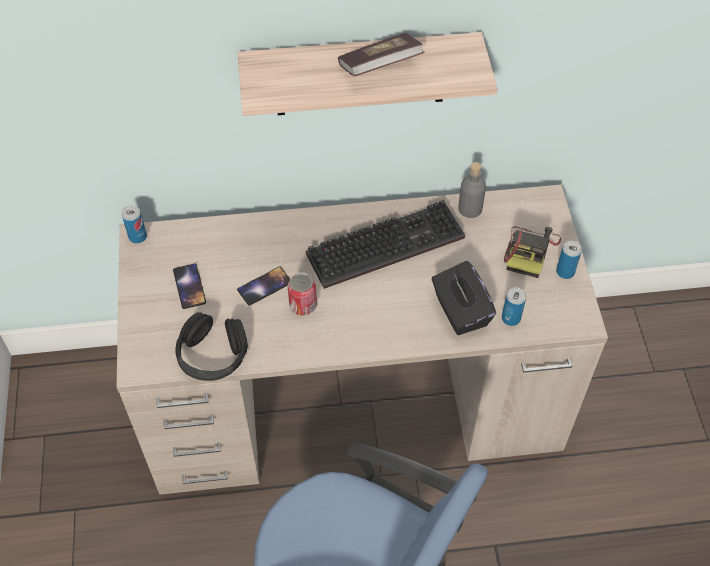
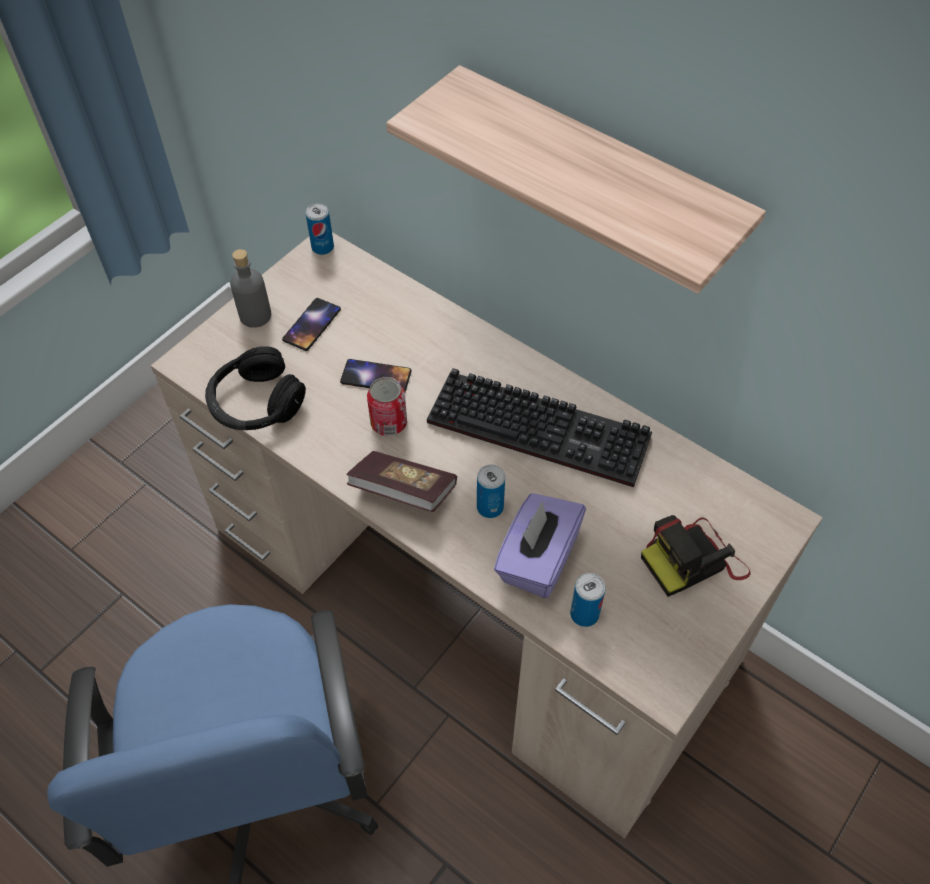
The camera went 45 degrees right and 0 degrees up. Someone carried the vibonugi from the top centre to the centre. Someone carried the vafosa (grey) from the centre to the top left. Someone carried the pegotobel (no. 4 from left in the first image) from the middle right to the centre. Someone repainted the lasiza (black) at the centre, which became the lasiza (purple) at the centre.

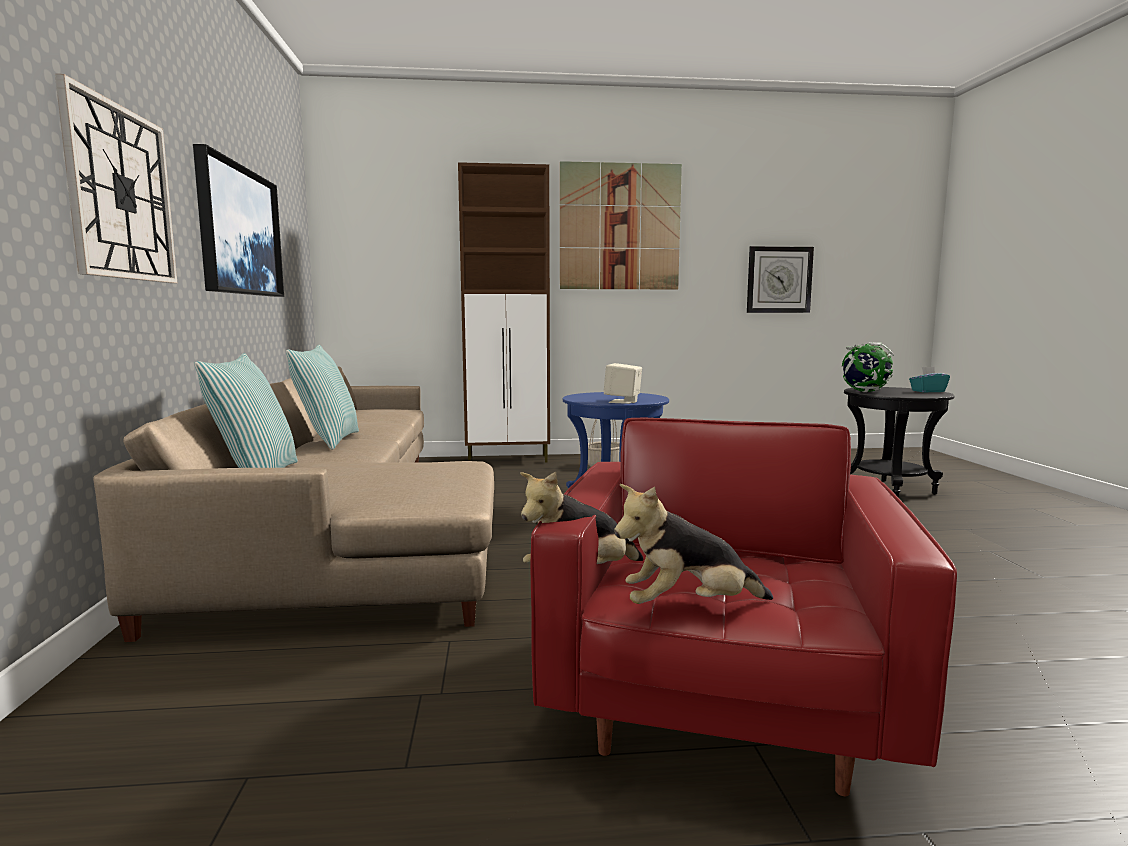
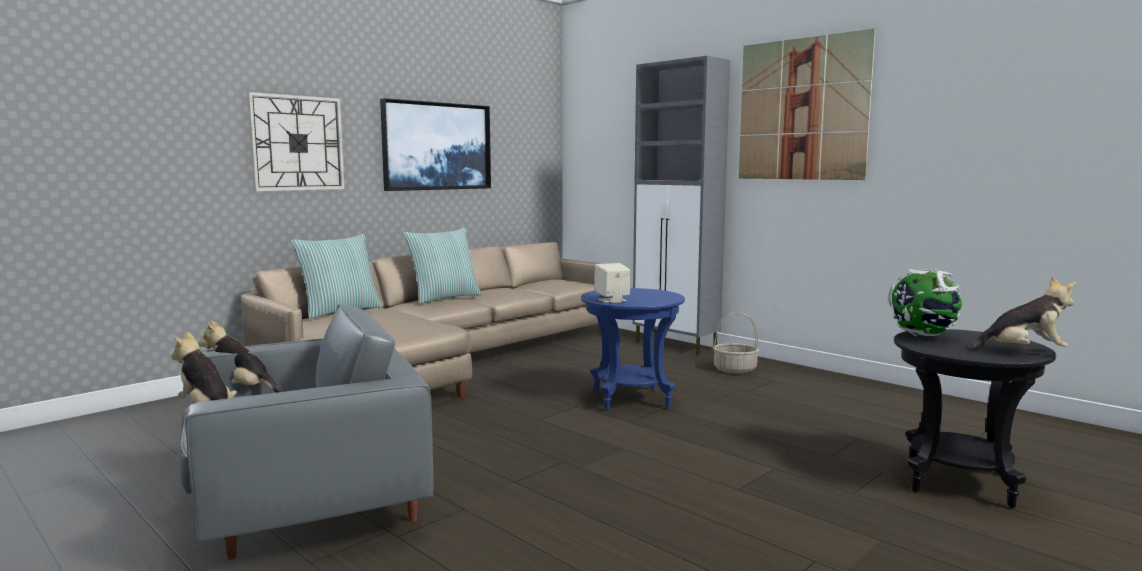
The camera went 50 degrees right and 0 degrees up. Someone repainted the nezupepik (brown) at the centre, which became the nezupepik (grey) at the centre. Someone took away the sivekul (no. 2 from left) at the top right. Someone swapped the lasiza (turquoise) at the middle right for the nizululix (no. 3 from left) at the middle right. Someone repainted the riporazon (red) at the bottom centre, which became the riporazon (grey) at the bottom left.

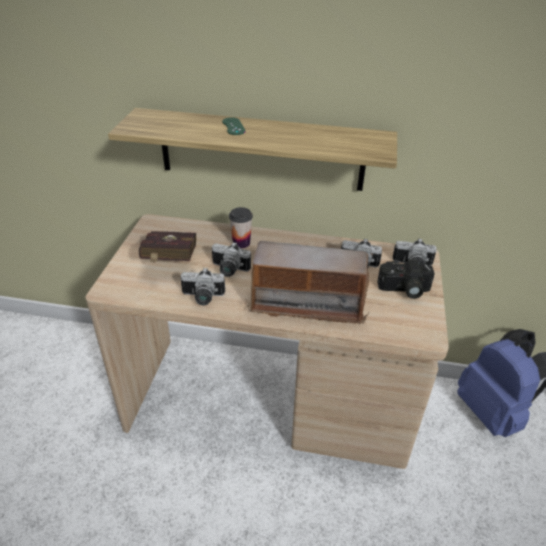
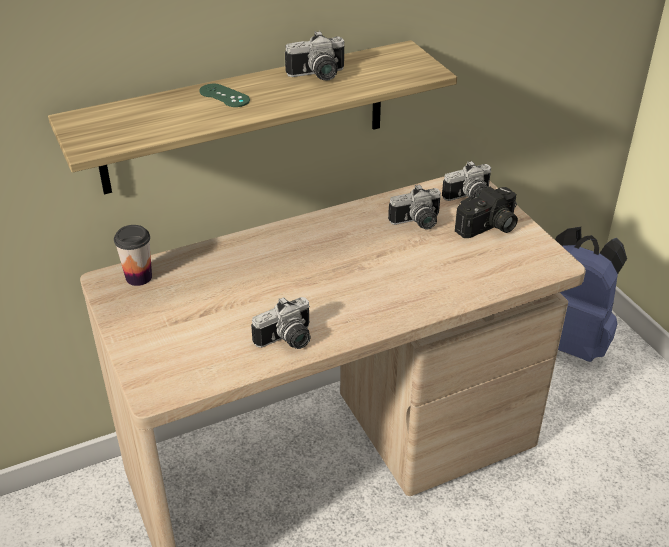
The camera went 35 degrees left and 0 degrees up. Someone carried the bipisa from the centre to the middle left. Someone took away the vibonugi (red) at the middle left. Someone took away the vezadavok at the centre. Someone carried the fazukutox (no. 2 from left) from the centre to the top centre.

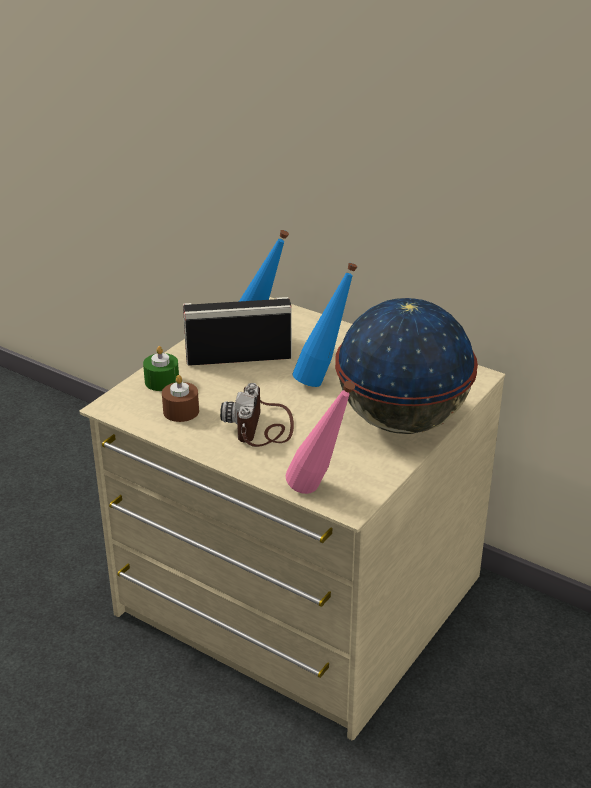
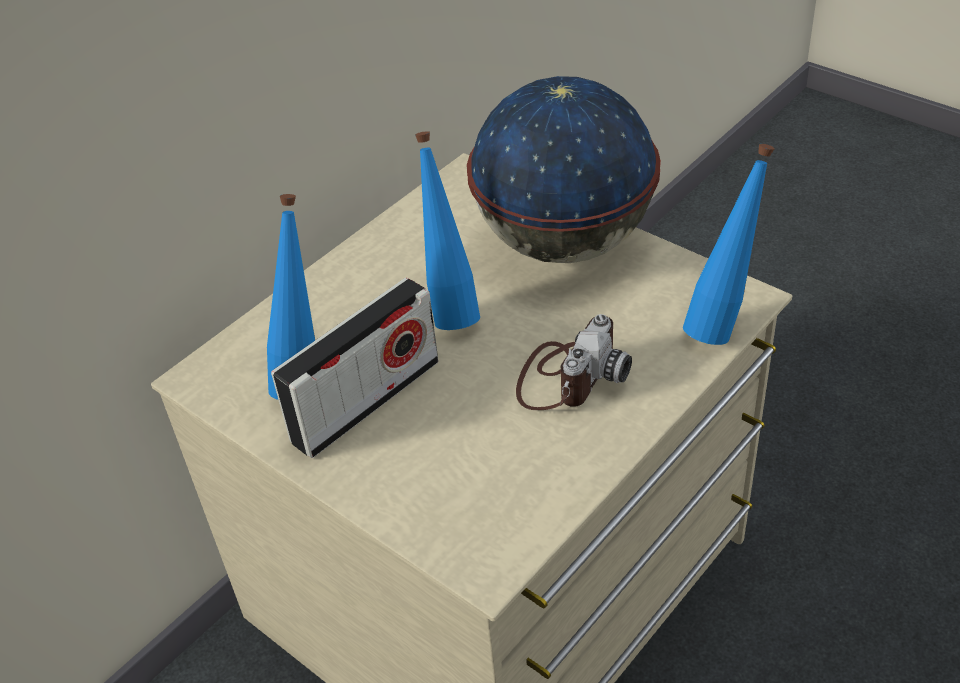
The camera went 80 degrees left and 10 degrees up. Someone rotated the vezadavok at the centre by 135 degrees counterclockwise. Someone took away the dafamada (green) at the middle left. Someone took away the dafamada (brown) at the middle left. Someone repainted the vafosa (pink) at the centre, which became the vafosa (blue) (no. 3 from left) at the middle right. Someone rotated the fazukutox at the centre by 75 degrees counterclockwise.

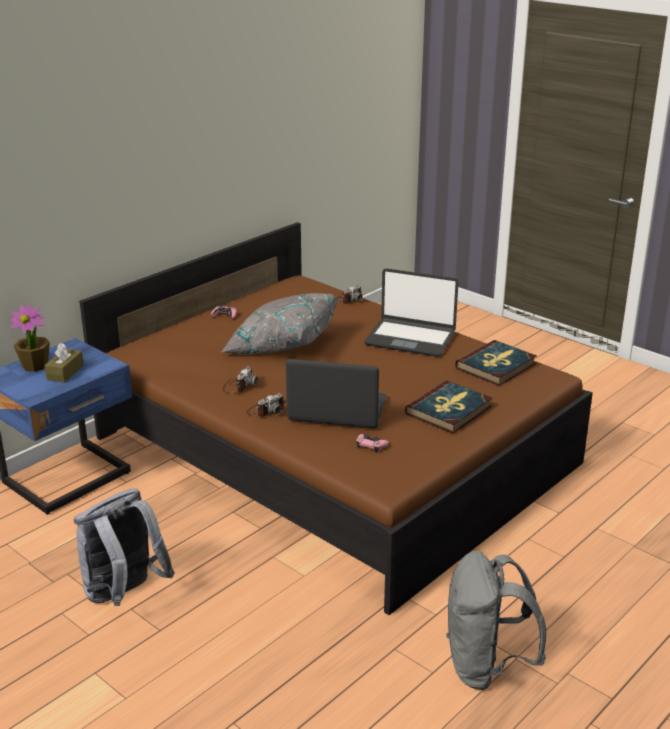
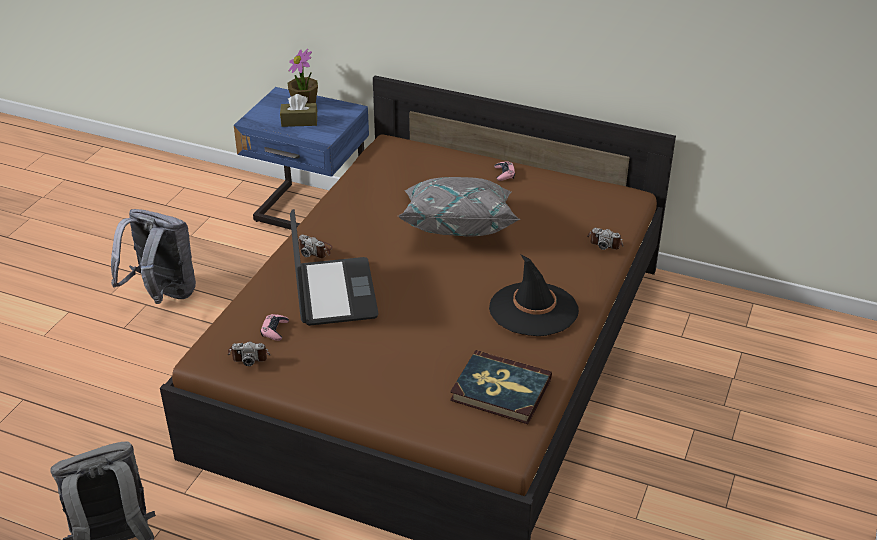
The camera went 70 degrees right and 10 degrees up. Someone swapped the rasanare (no. 2 from left) at the centre for the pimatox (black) at the centre. Someone carried the fazukutox (no. 1 from left) from the centre to the middle left. Someone took away the vibonugi (no. 1 from left) at the middle right.

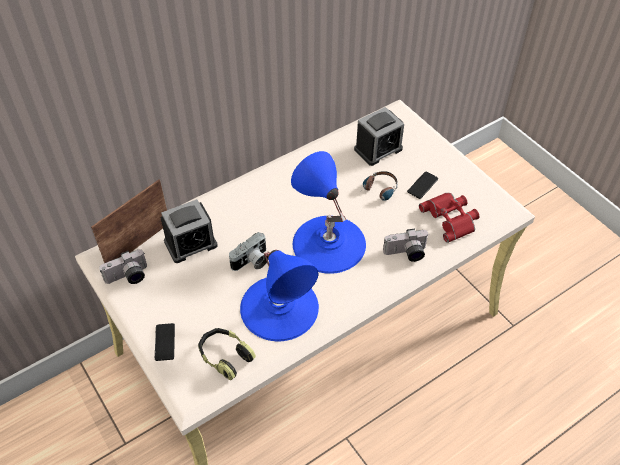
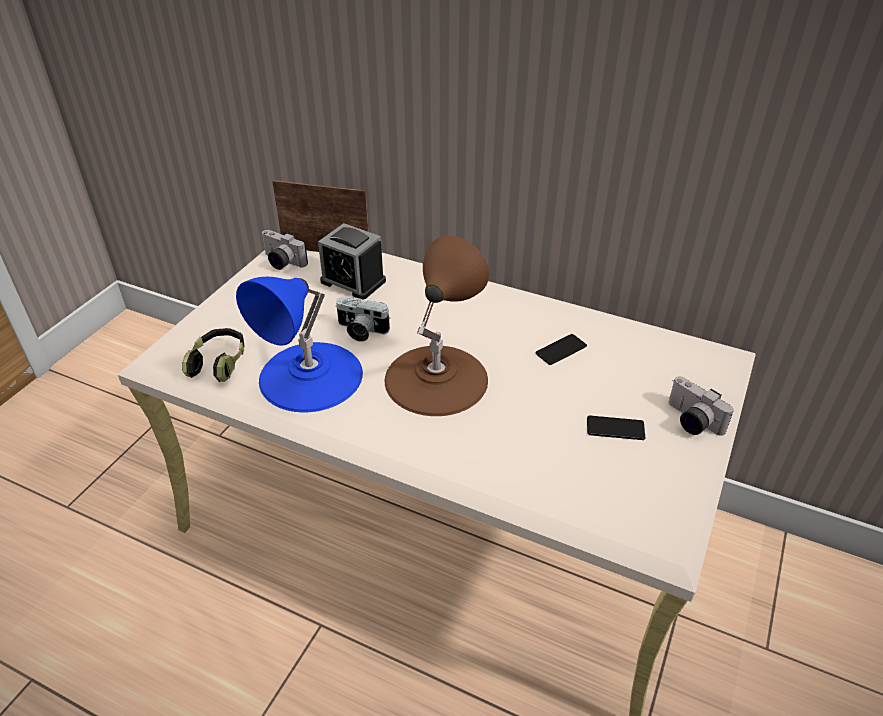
The camera went 60 degrees right and 10 degrees down. Someone took away the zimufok (no. 2 from left) at the top centre. Someone repainted the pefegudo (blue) (no. 2 from left) at the centre, which became the pefegudo (brown) at the centre. Someone took away the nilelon (no. 2 from left) at the centre. Someone took away the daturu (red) at the middle right. Someone carried the fazukutox (no. 3 from left) from the centre to the middle right. Someone carried the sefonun (no. 1 from left) from the bottom left to the centre.

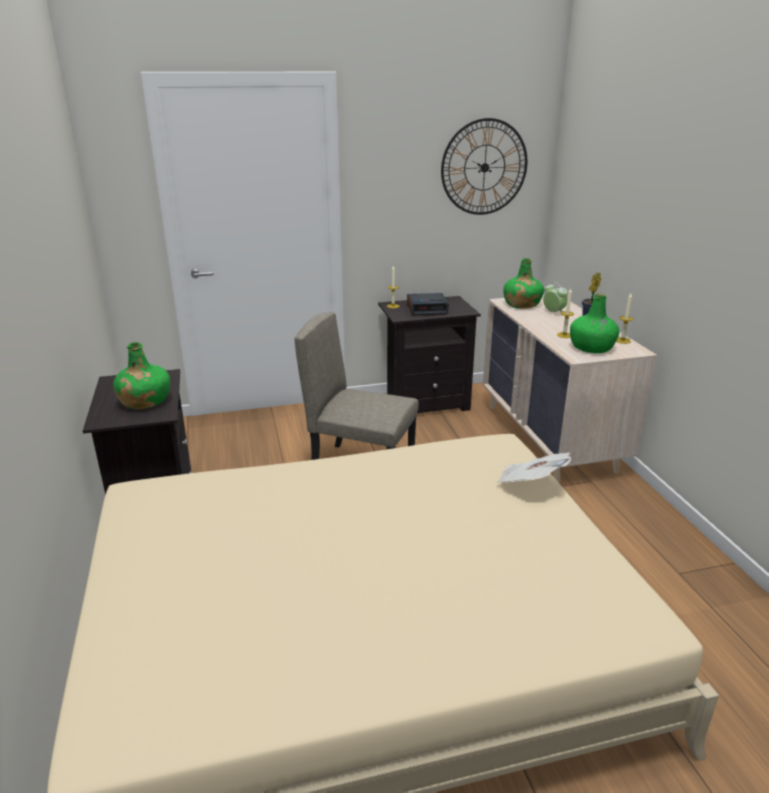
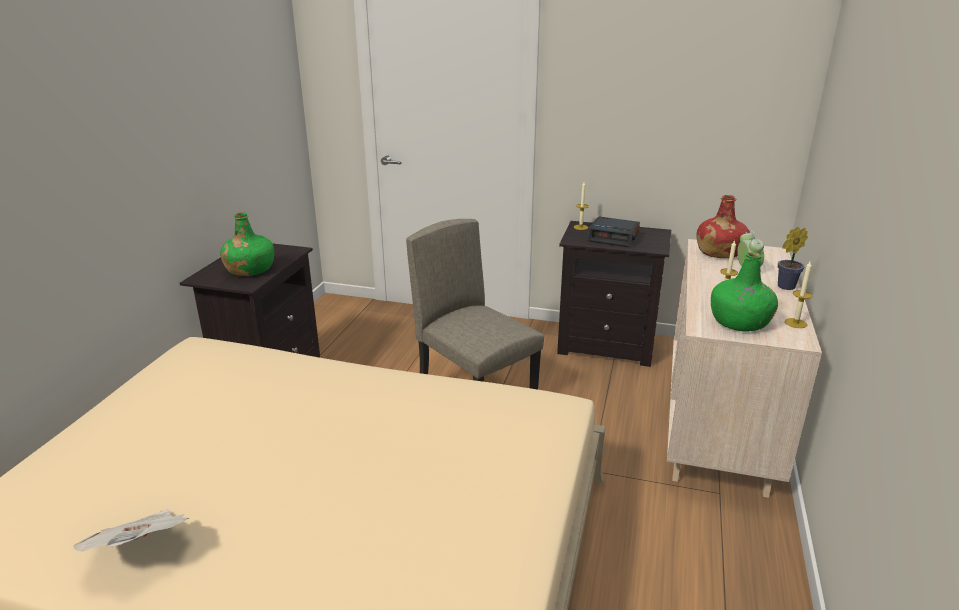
The camera went 30 degrees right and 0 degrees up. Someone took away the sivekul at the top centre. Someone repainted the vafosa (green) (no. 2 from left) at the middle right, which became the vafosa (red) at the middle right. Someone carried the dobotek from the middle right to the bottom left.

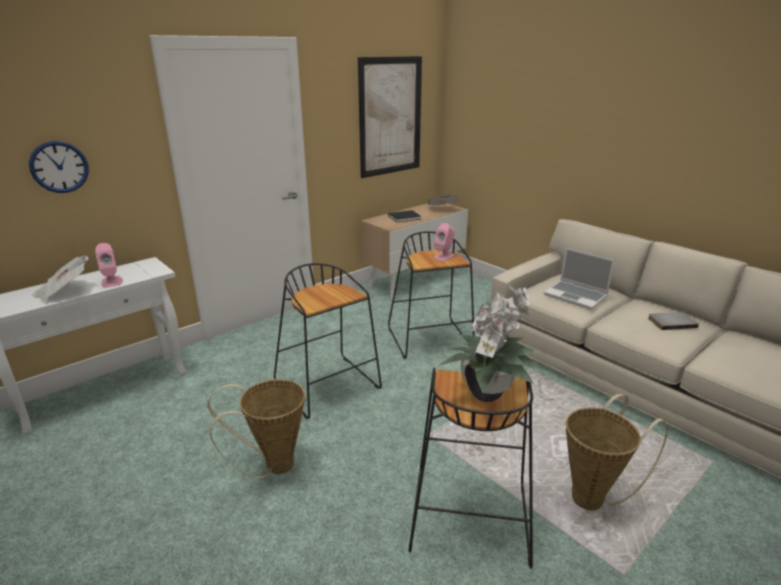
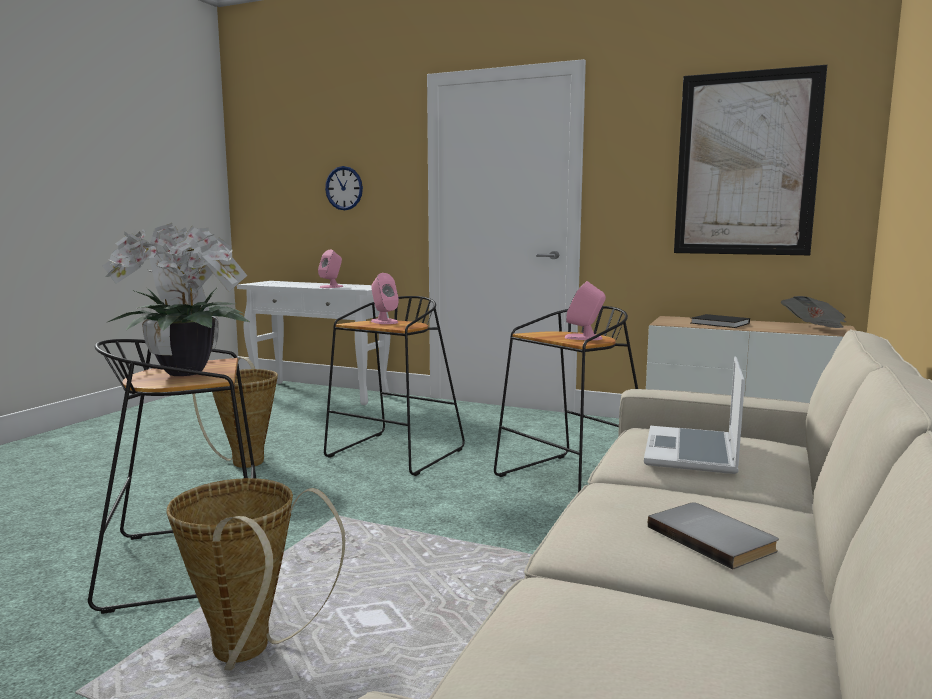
The camera went 65 degrees right and 15 degrees down. Someone took away the dobotek (no. 1 from left) at the middle left. Someone put down the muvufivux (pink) (no. 2 from left) at the centre.

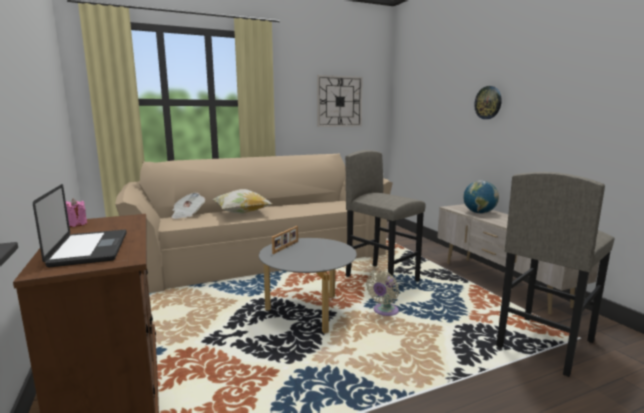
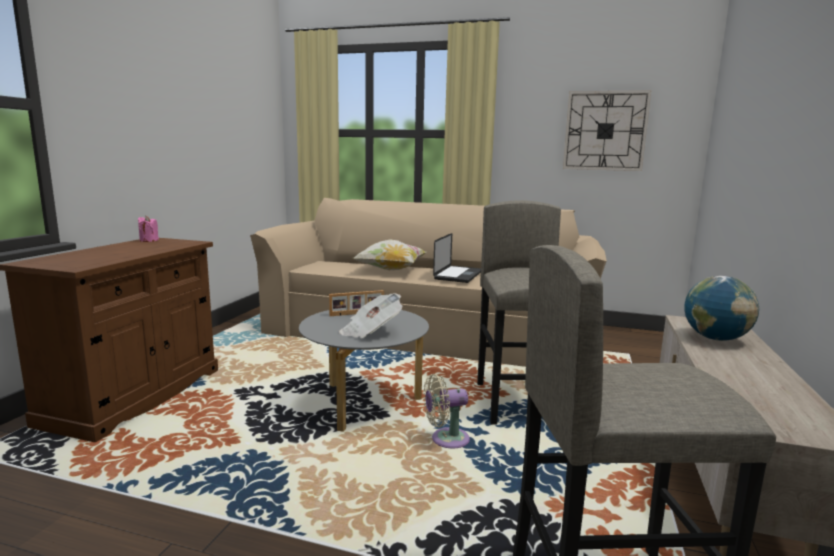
The camera went 40 degrees right and 0 degrees up. Someone took away the sivekul (no. 2 from left) at the top right. Someone carried the rasanare from the middle left to the centre. Someone carried the dobotek from the middle left to the centre.

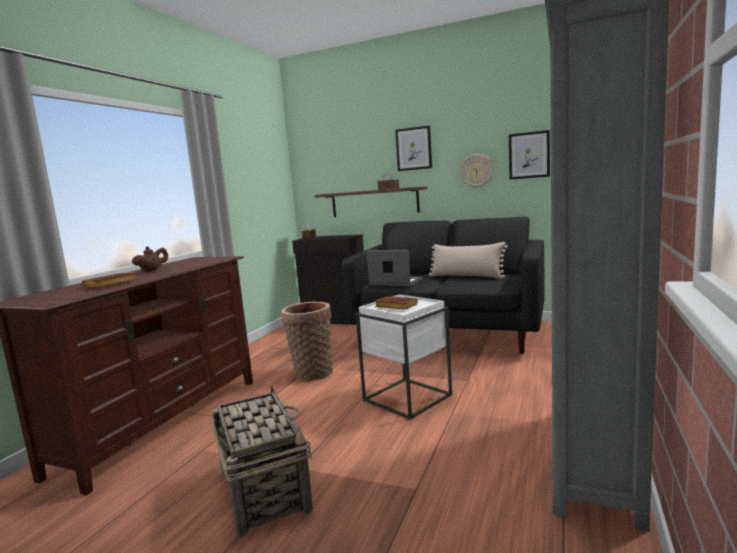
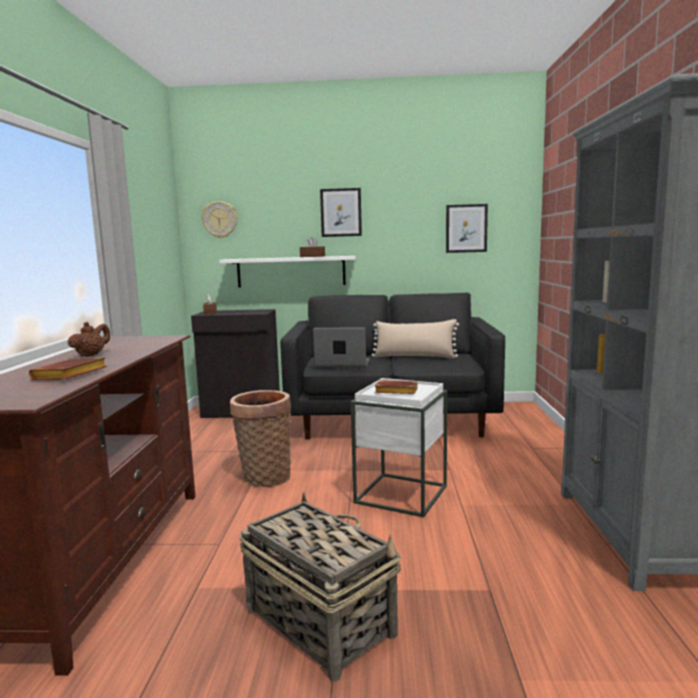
The camera went 20 degrees left and 0 degrees up. Someone carried the sivekul from the top centre to the top left. Someone repainted the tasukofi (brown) at the centre, which became the tasukofi (white) at the centre.

